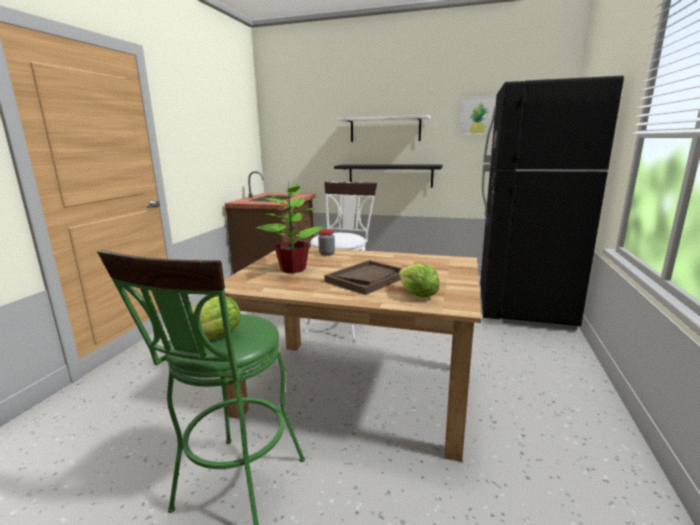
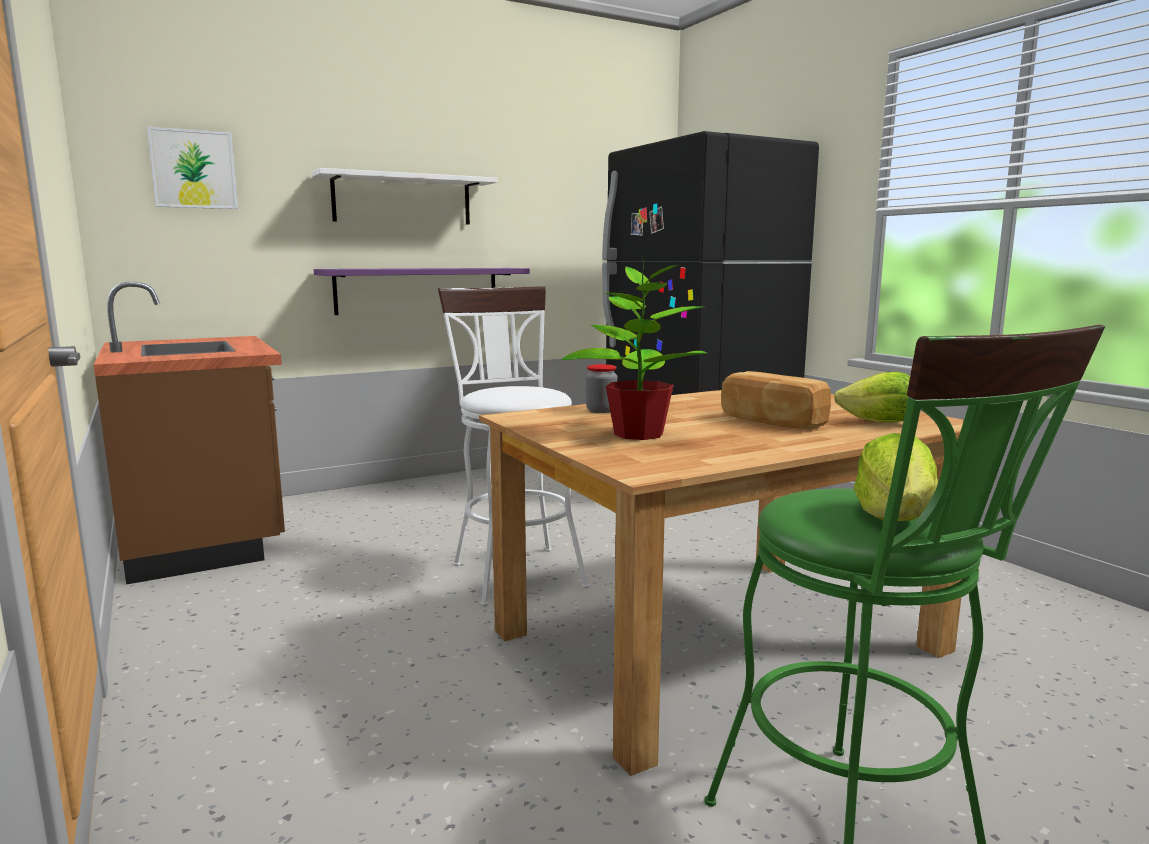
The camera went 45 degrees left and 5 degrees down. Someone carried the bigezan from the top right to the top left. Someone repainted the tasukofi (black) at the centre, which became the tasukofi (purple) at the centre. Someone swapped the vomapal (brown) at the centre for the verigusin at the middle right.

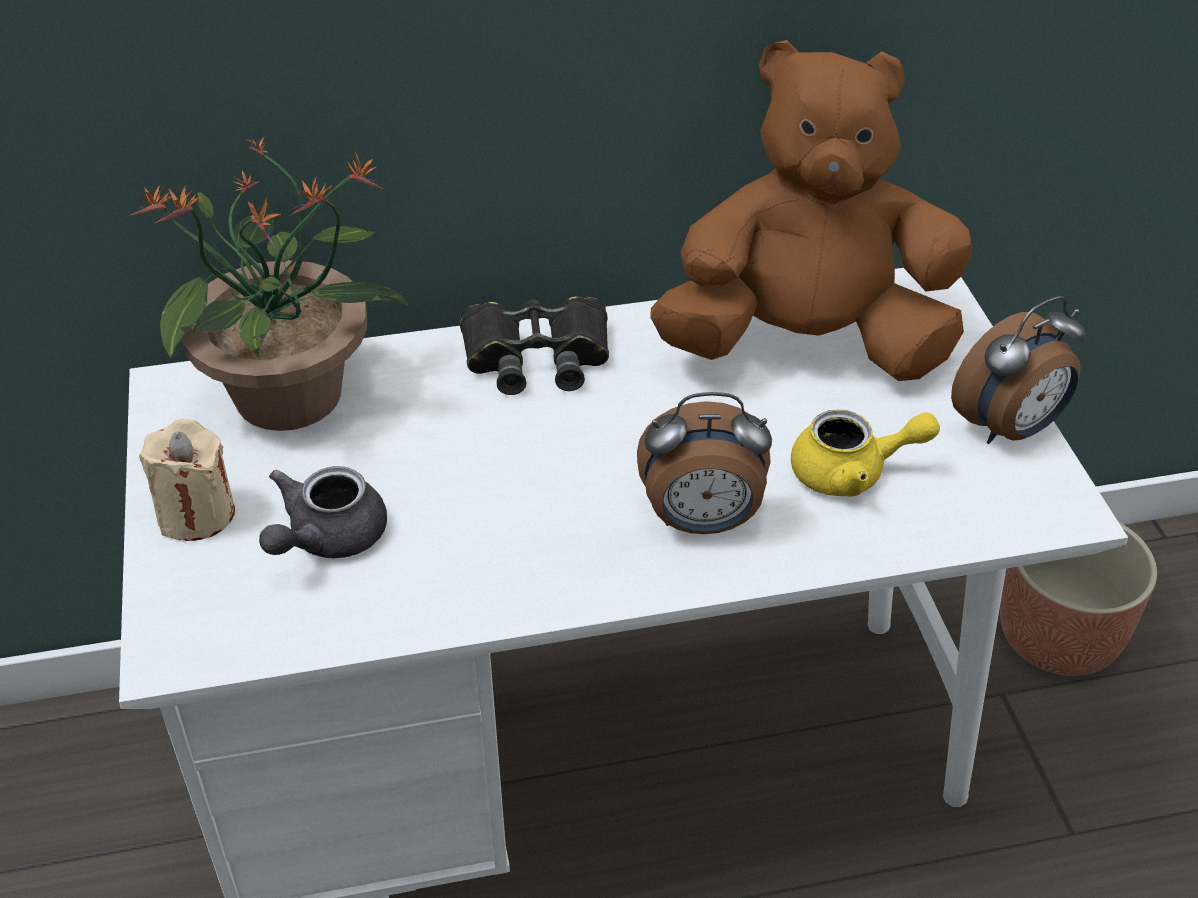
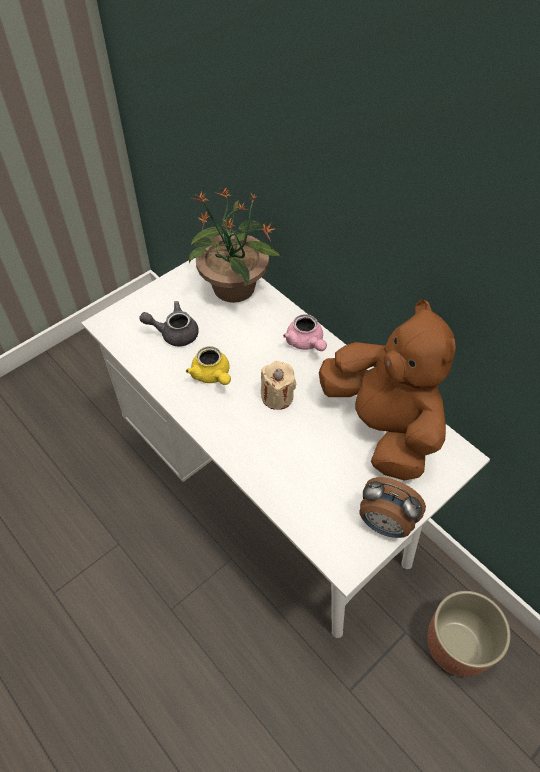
The camera went 60 degrees right and 10 degrees up. Someone swapped the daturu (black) at the centre for the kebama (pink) at the centre. Someone took away the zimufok (no. 1 from left) at the centre. Someone carried the kebama (yellow) from the middle right to the centre. Someone carried the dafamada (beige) from the middle left to the centre.

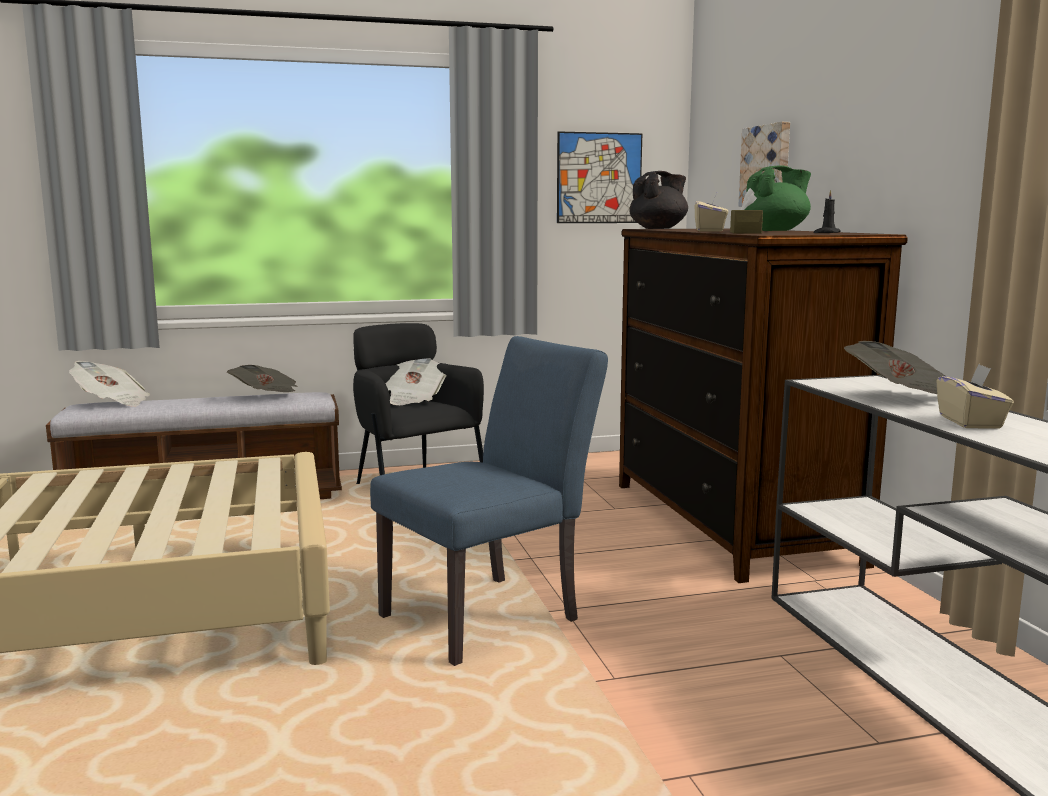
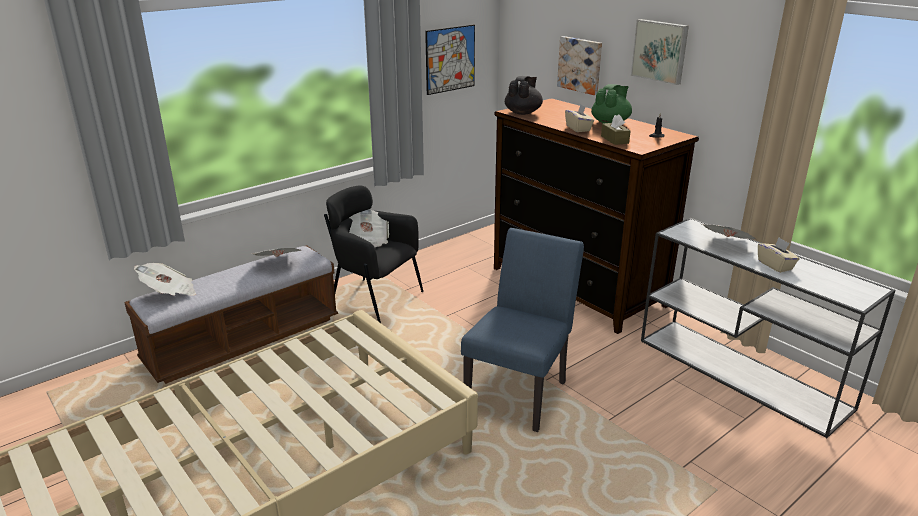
The camera went 25 degrees left and 15 degrees up. Someone put up the bigezan (no. 3 from left) at the top right.

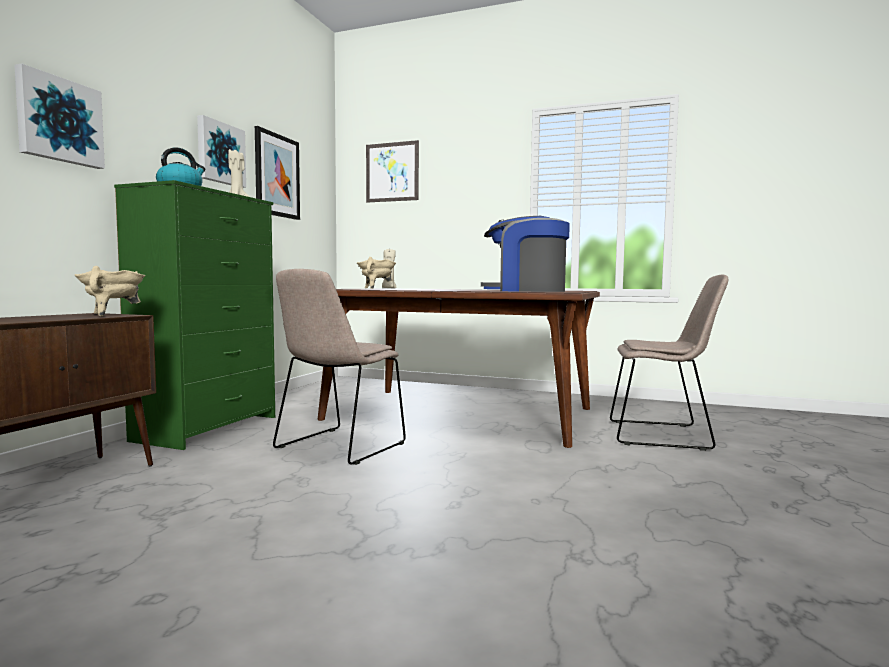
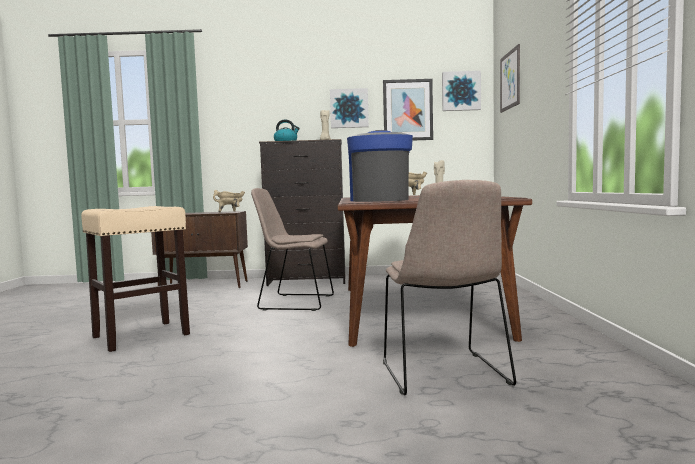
The camera went 70 degrees right and 0 degrees up. Someone carried the bigezan (no. 1 from left in the first image) from the top left to the top centre. Someone repainted the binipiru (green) at the middle left, which became the binipiru (black) at the centre. Someone put down the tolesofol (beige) at the middle left.

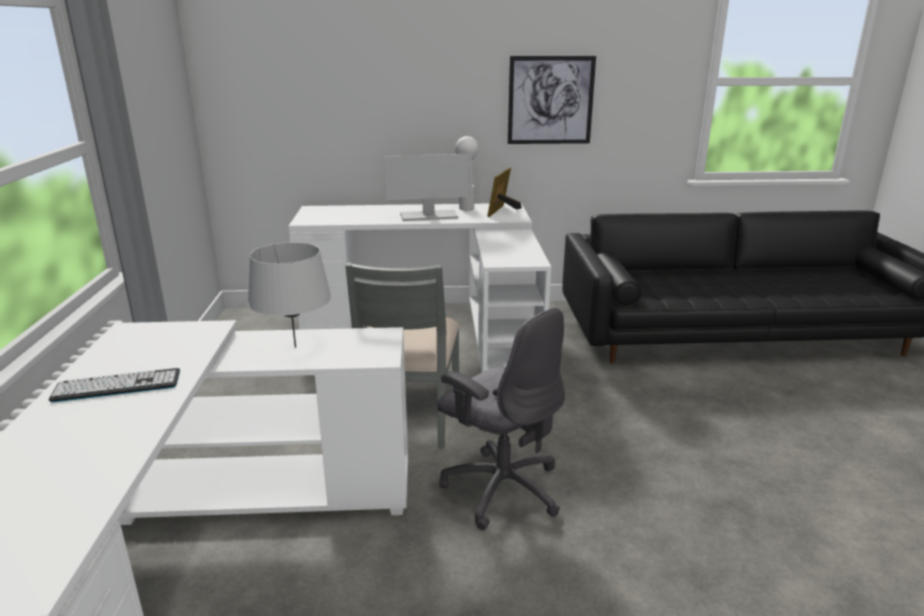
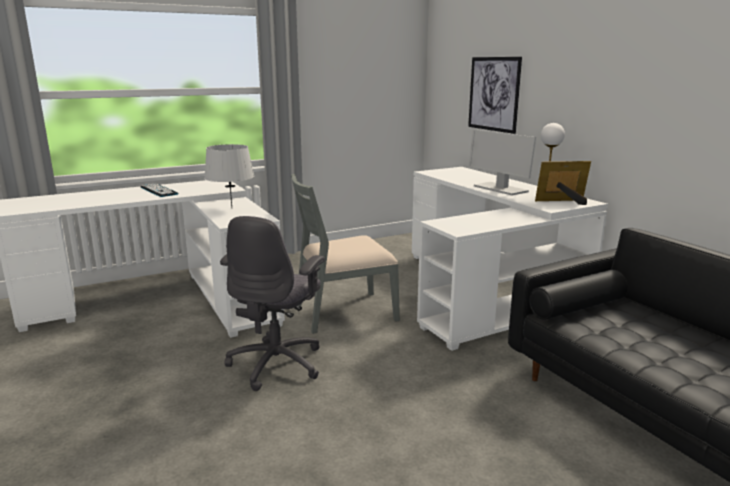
The camera went 65 degrees right and 5 degrees down. Someone carried the bigezan from the top centre to the top right.

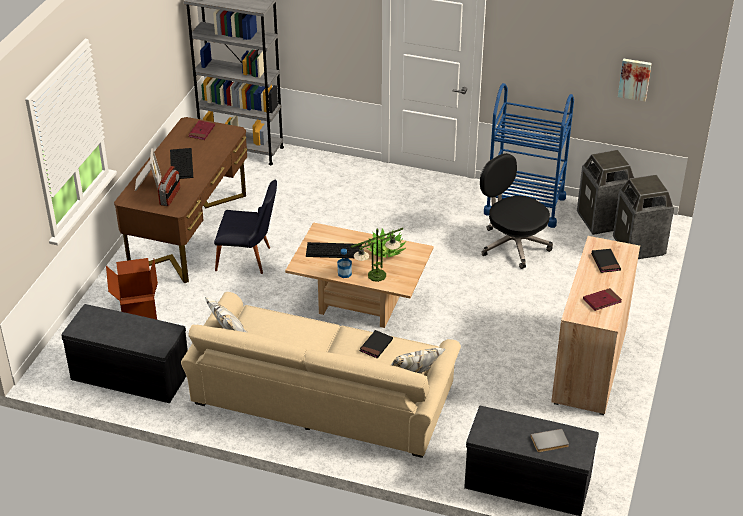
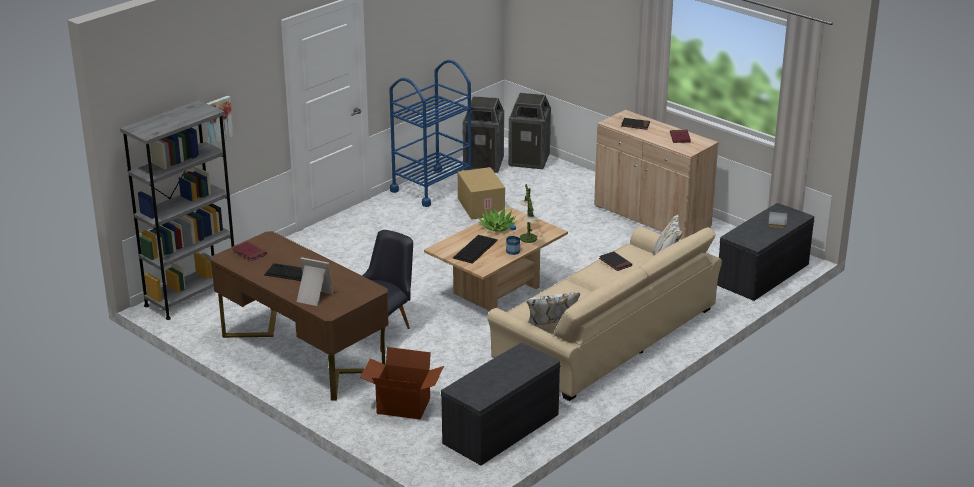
The camera went 65 degrees left and 10 degrees down. Someone carried the bigezan from the top right to the top left. Someone swapped the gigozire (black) at the middle right for the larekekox (no. 2 from left) at the centre. Someone took away the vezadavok at the middle left.

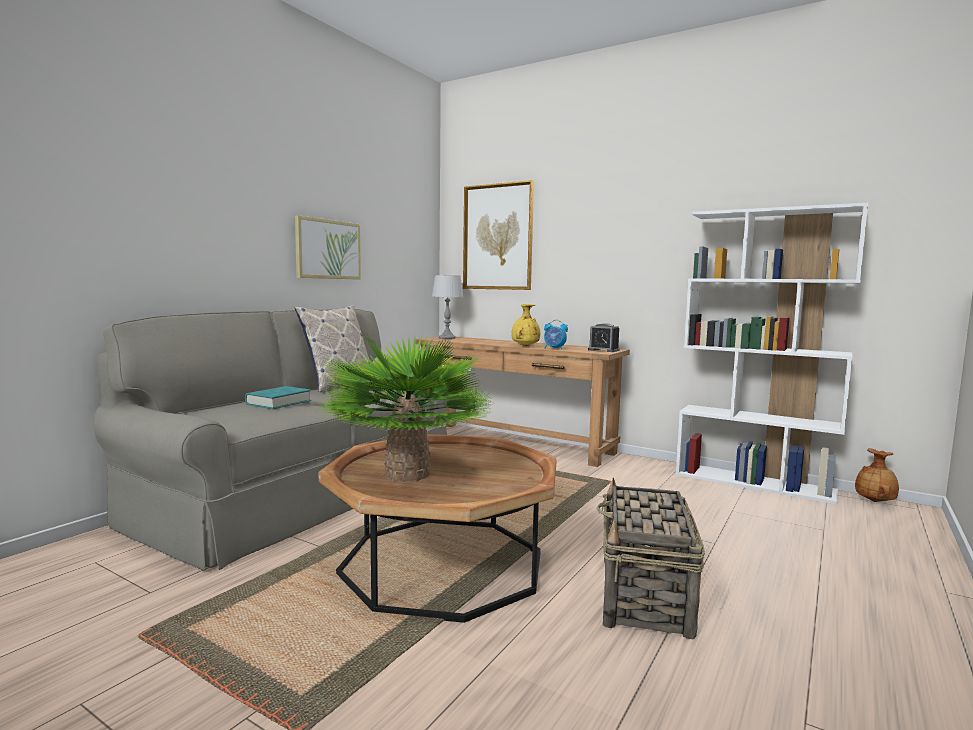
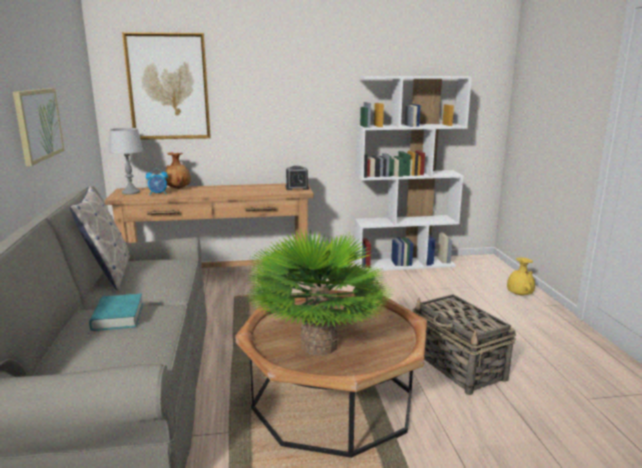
The camera went 40 degrees left and 10 degrees up. Someone carried the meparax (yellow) from the centre to the middle right. Someone carried the zimufok (no. 1 from left) from the centre to the middle left. Someone carried the meparax (brown) from the middle right to the middle left.

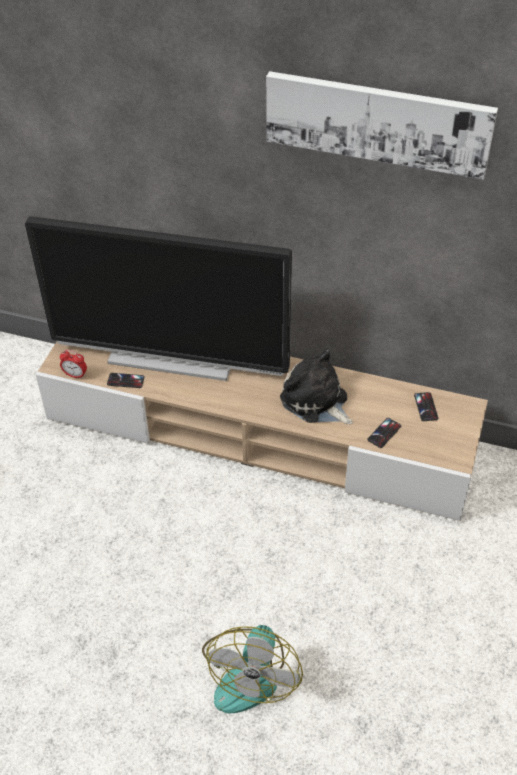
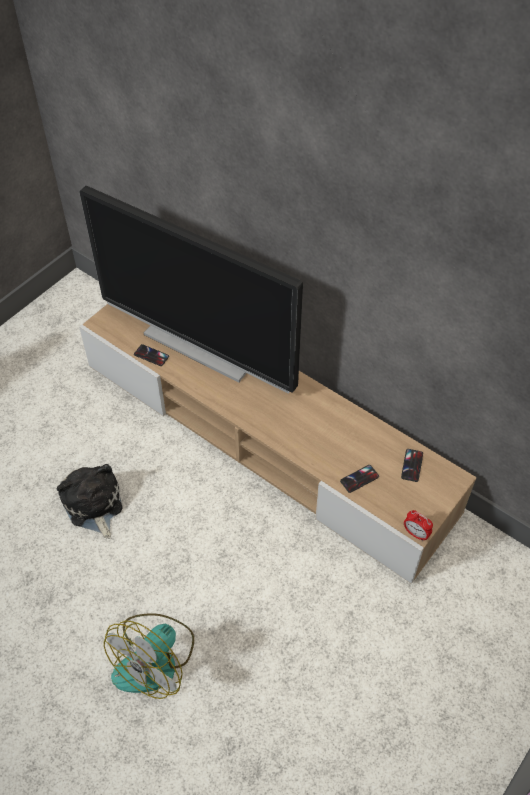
The camera went 20 degrees right and 5 degrees up. Someone took away the bigezan at the top right. Someone carried the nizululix from the centre to the middle left. Someone carried the zimufok from the middle left to the middle right.

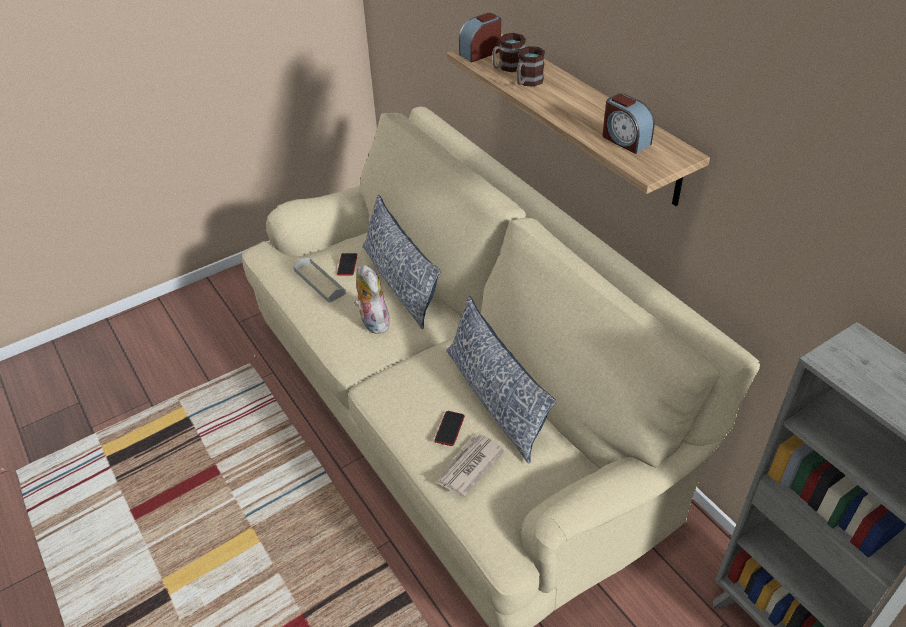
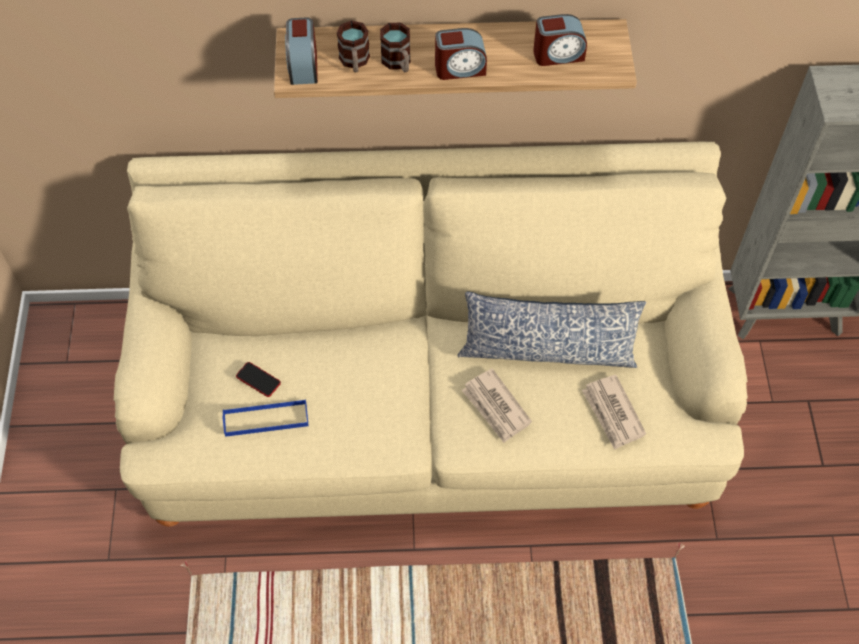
The camera went 60 degrees left and 15 degrees up. Someone took away the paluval (no. 1 from left) at the centre. Someone repainted the vomapal (grey) at the centre, which became the vomapal (blue) at the middle left. Someone took away the nizululix at the centre. Someone took away the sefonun (no. 2 from left) at the bottom centre. Someone put down the zimufok (no. 2 from left) at the top centre. Someone put down the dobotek (no. 1 from left) at the centre.

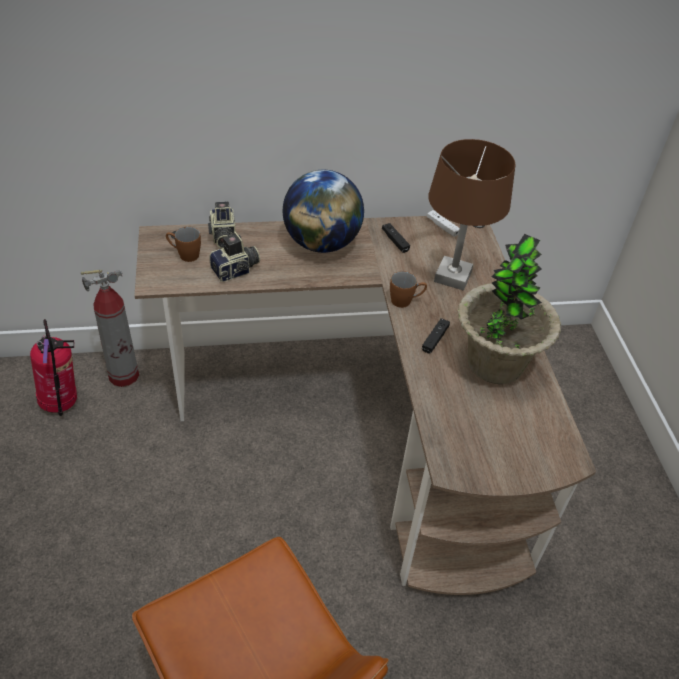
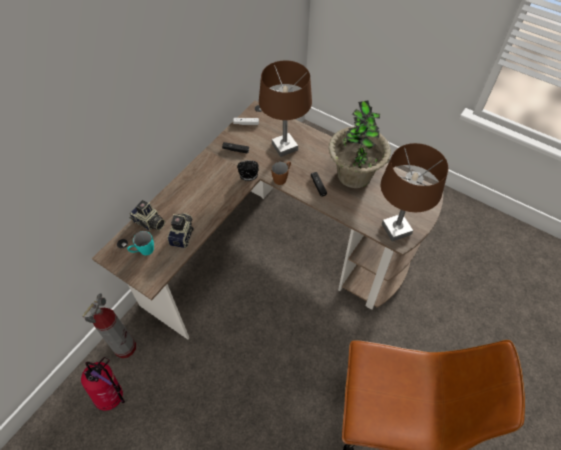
The camera went 45 degrees left and 10 degrees up. Someone took away the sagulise at the top centre. Someone repainted the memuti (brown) (no. 1 from left) at the middle left, which became the memuti (turquoise) at the middle left. Someone put down the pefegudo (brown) (no. 2 from left) at the middle right. Someone put down the zimufok at the centre.

